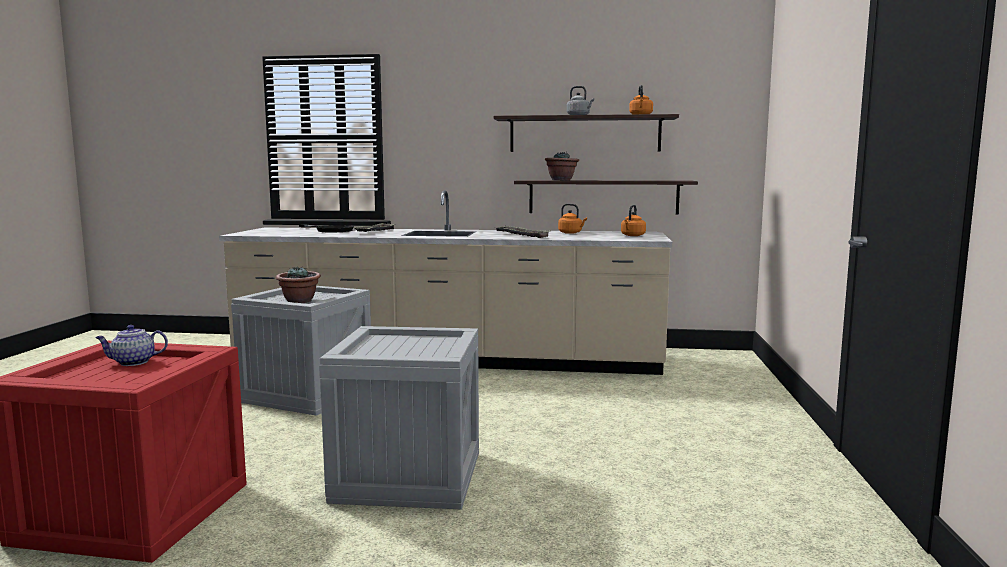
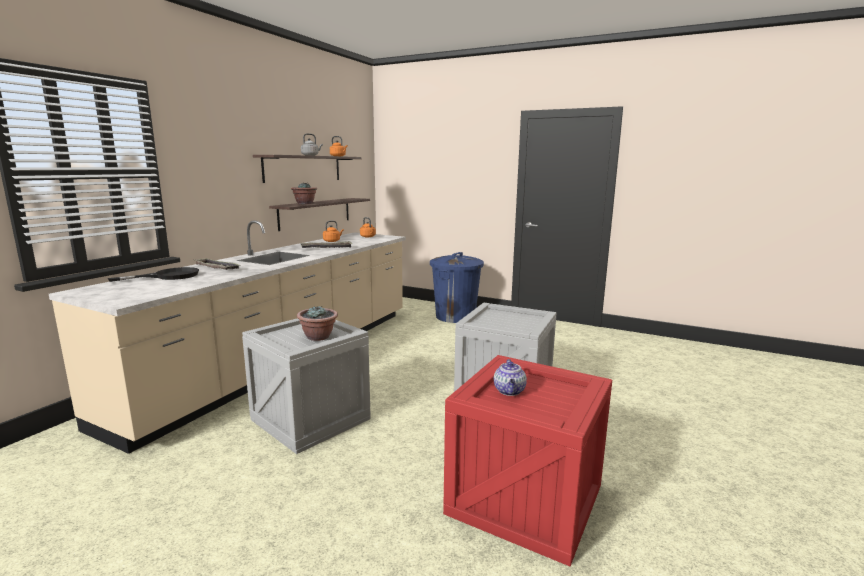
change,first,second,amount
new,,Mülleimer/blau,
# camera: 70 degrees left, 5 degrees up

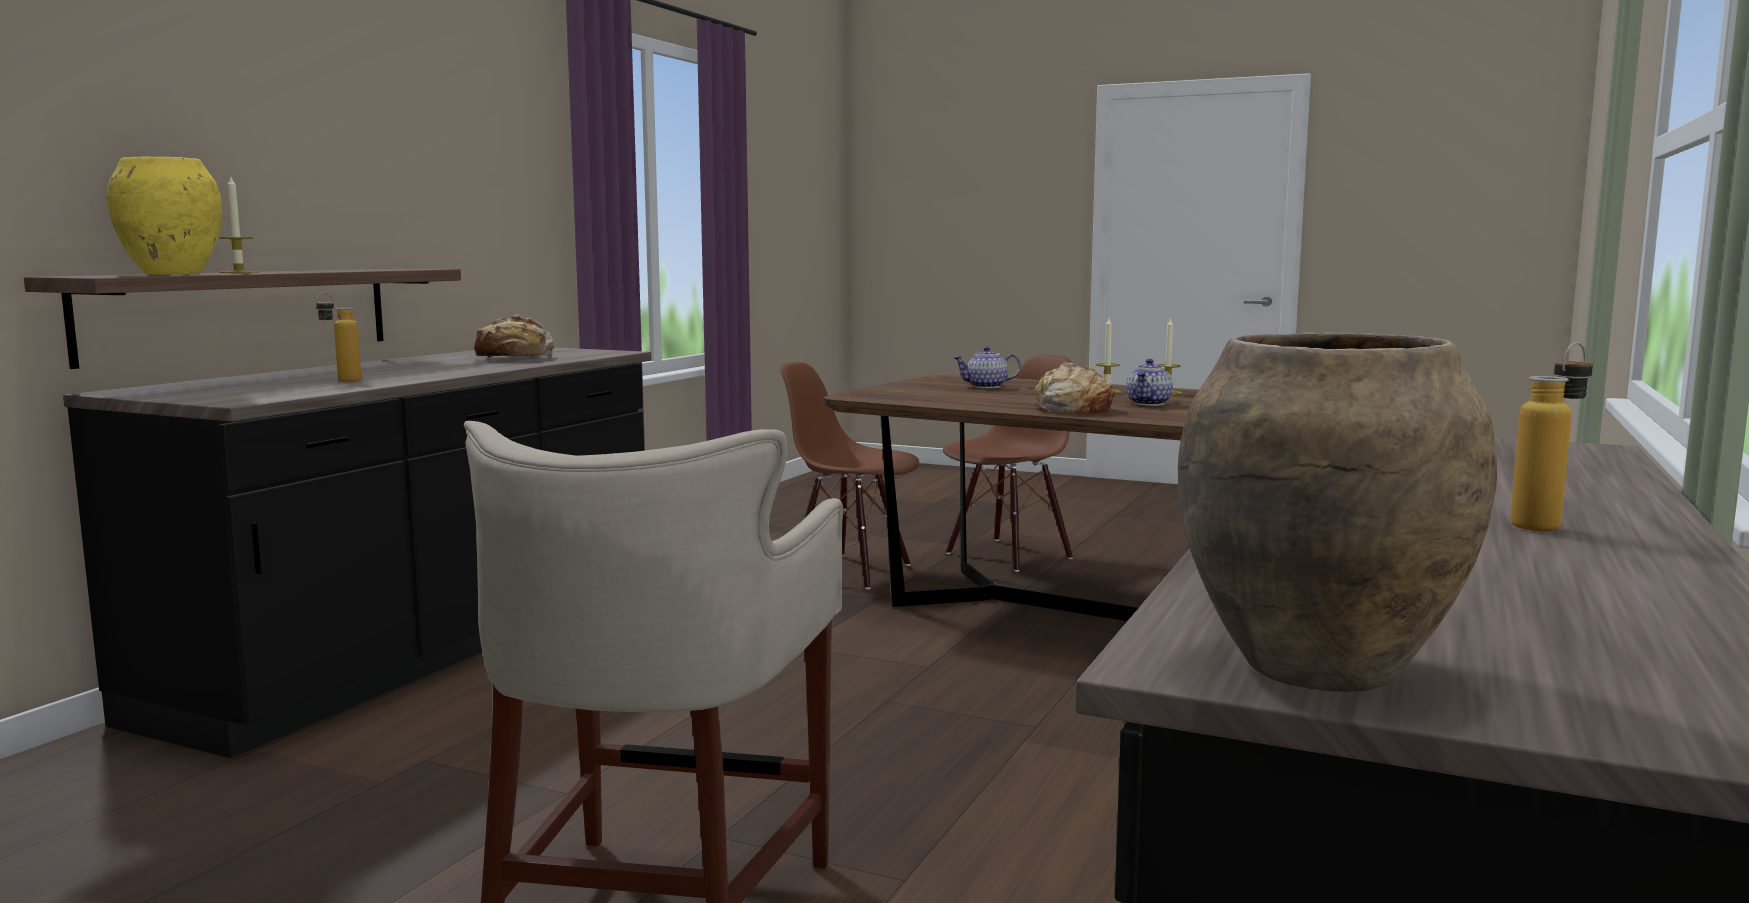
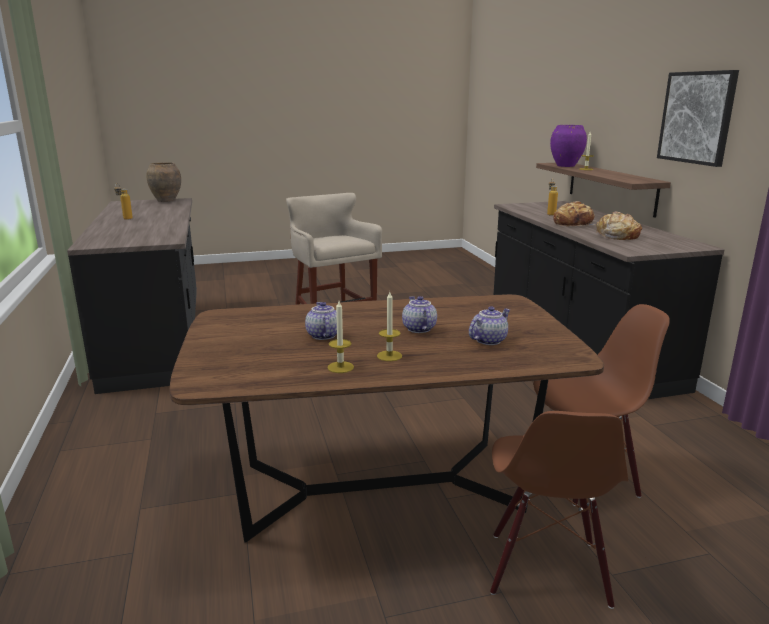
change,first,second,amount
new,,Teekanne (no. 2 from left),
new,,Bild,
shifted,Brot (no. 2 from left in the first image),Brot (no. 1 from left),
repainted,Vase/gelb,Vase/lila,
# camera: 140 degrees right, 10 degrees up

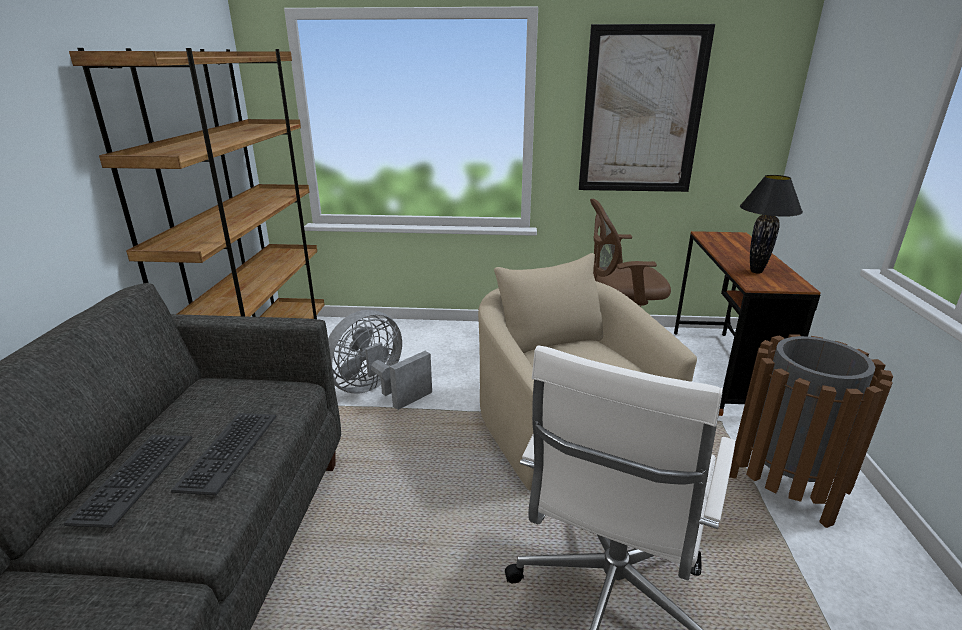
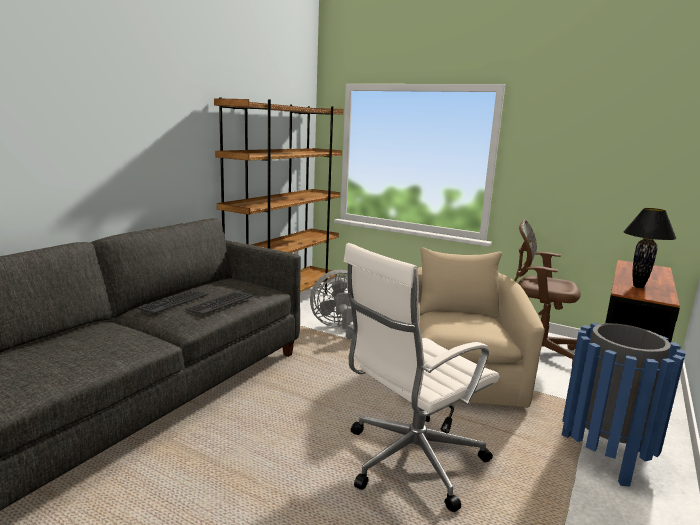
change,first,second,amount
gone,Bild,,
repainted,Mülleimer/braun,Mülleimer/blau,
# camera: 25 degrees right, 10 degrees down

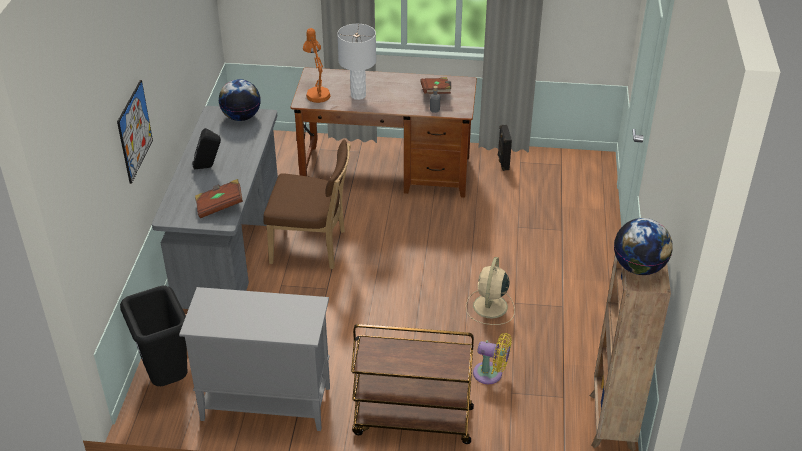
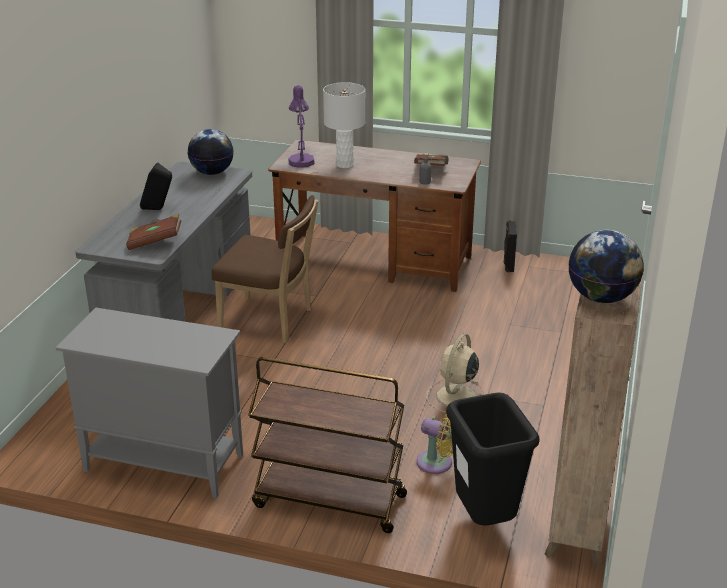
change,first,second,amount
gone,Bild,,
shifted,Mülleimer/schwarz,,
repainted,Tischlampe/orange,Tischlampe/lila,
# camera: 10 degrees right, 10 degrees down

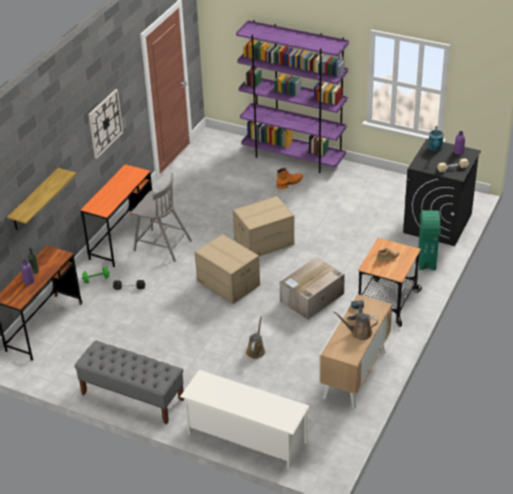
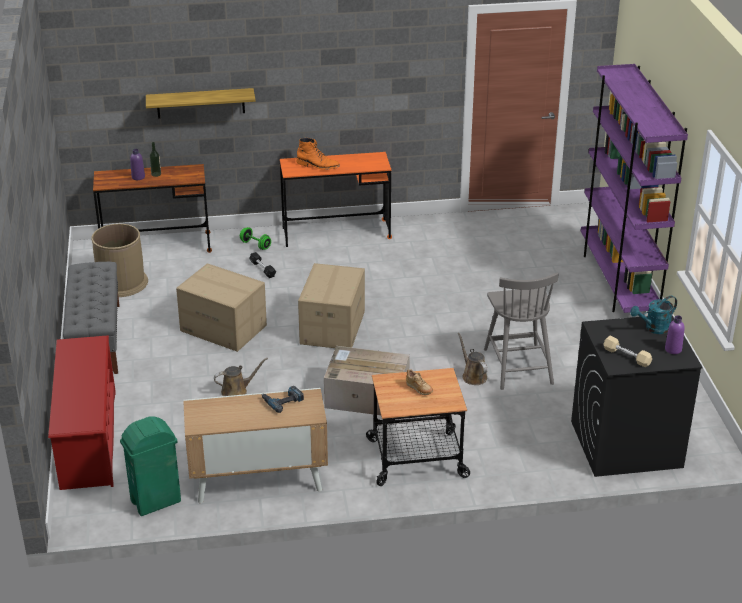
change,first,second,amount
gone,Wanduhr,,
new,,Mülleimer/braun,
shifted,Stuhl/grau,,
shifted,Karton (no. 2 from left in the first image),Karton (no. 1 from left),
shifted,Stiefel/orange,,
shifted,Gießkanne/braun (no. 2 from left),,
shifted,Mülleimer/grün,,
repainted,Schuhregal/weiß,Schuhregal/rot,
# camera: 55 degrees right, 5 degrees down

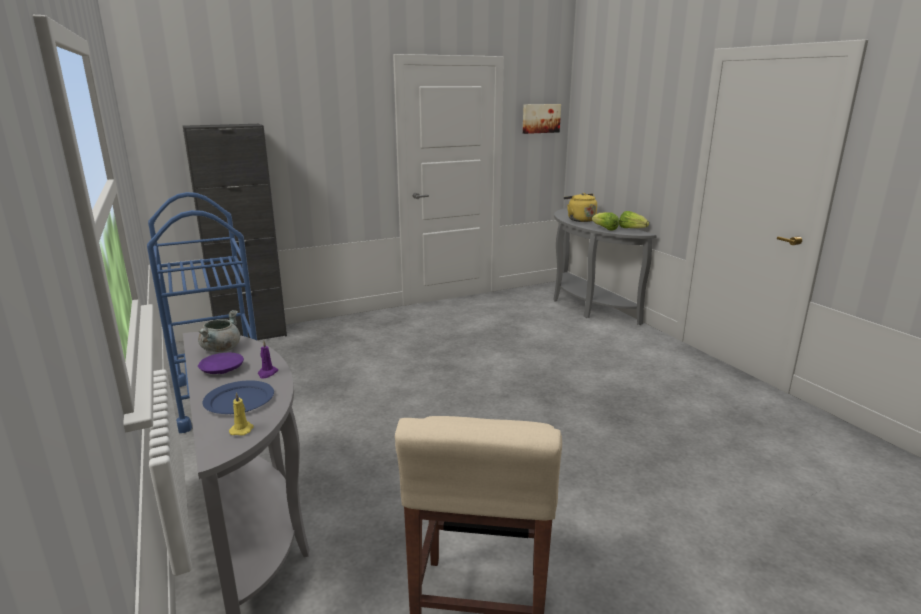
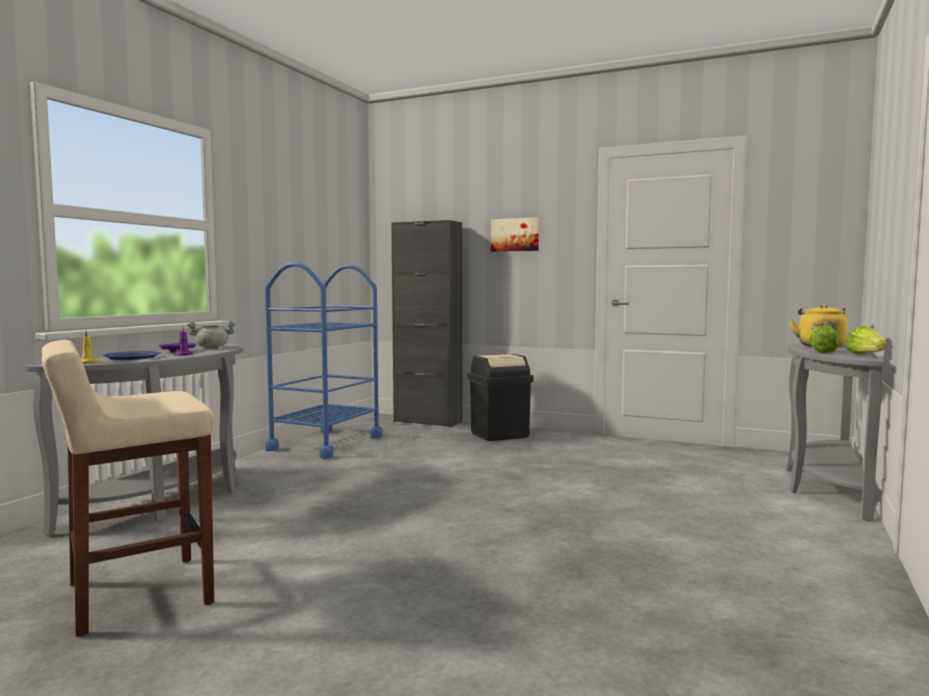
change,first,second,amount
new,,Mülleimer/schwarz,
shifted,Bild,,
# camera: 50 degrees right, 15 degrees down

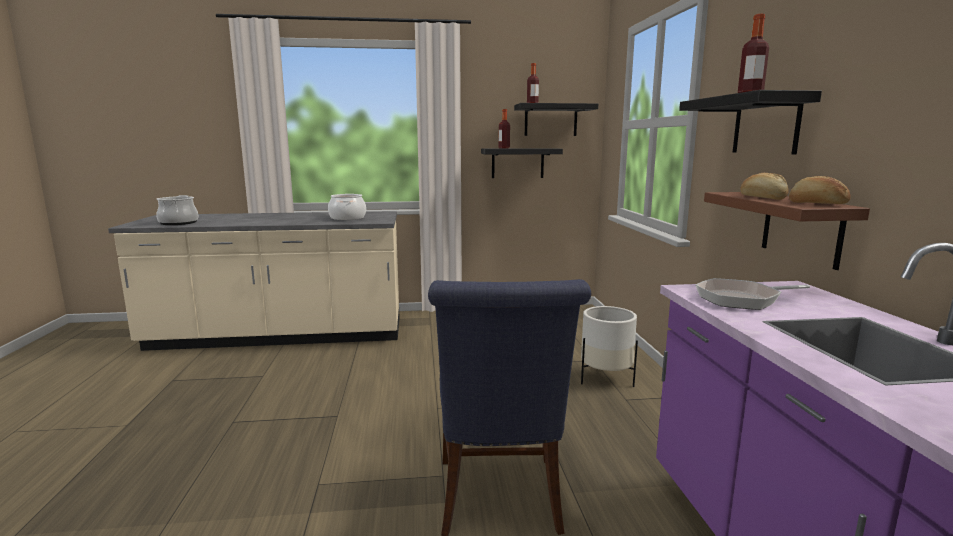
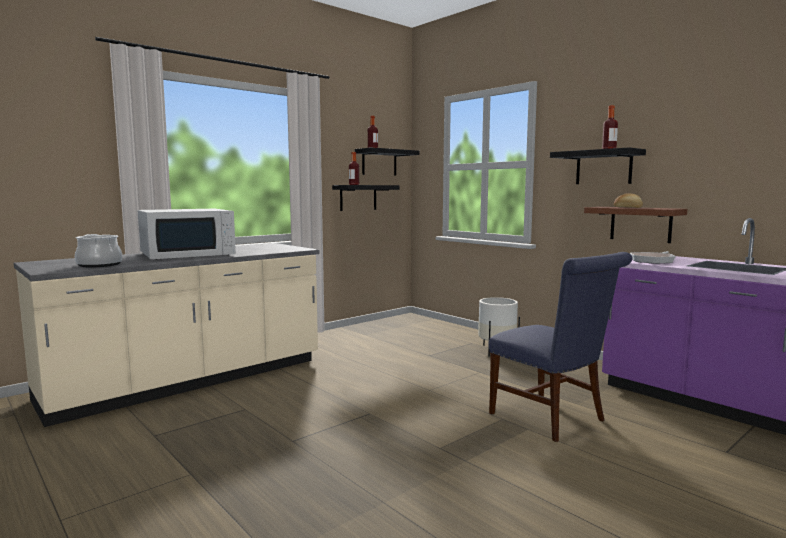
change,first,second,amount
gone,Kochtopf (no. 2 from left),,
gone,Brot (no. 2 from left),,
new,,Mikrowelle/weiß,
# camera: 35 degrees left, 5 degrees down

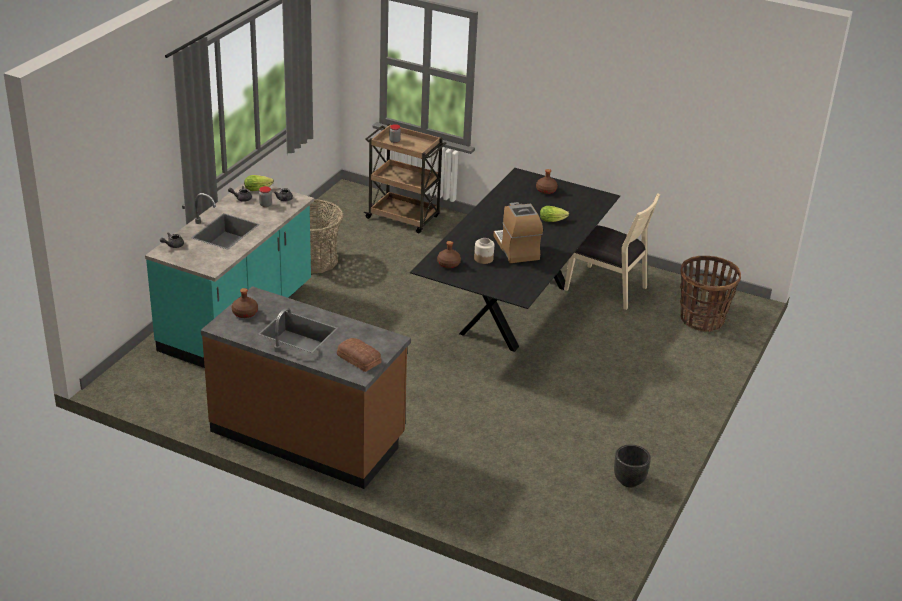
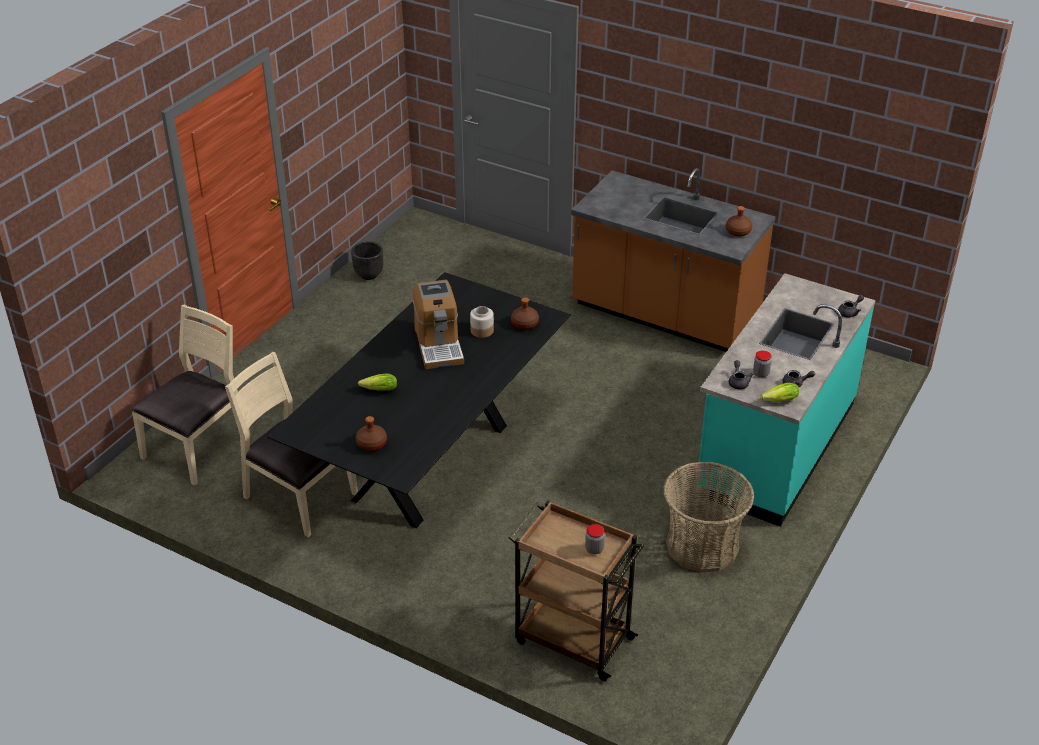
change,first,second,amount
gone,Brot,,
swapped,Korb (no. 2 from left),Stuhl/beige (no. 1 from left),
# camera: 175 degrees left, 5 degrees up

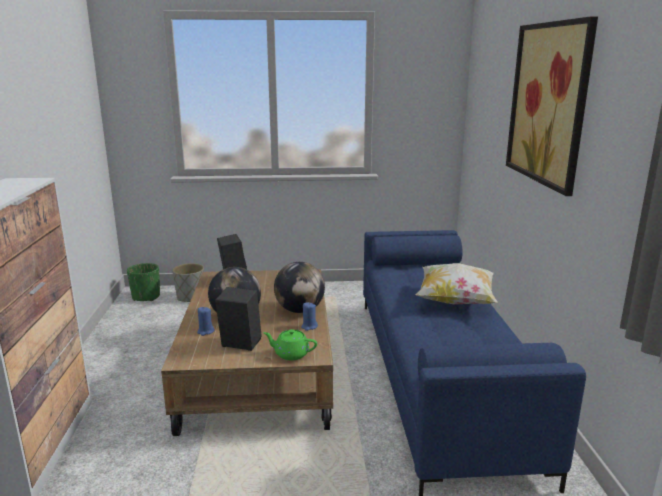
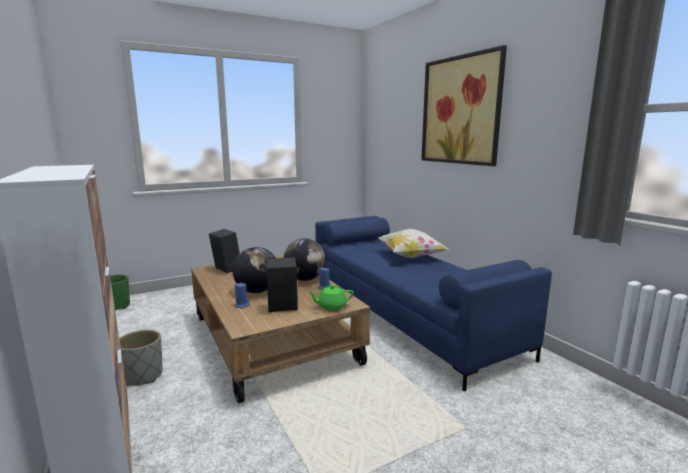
change,first,second,amount
shifted,Pflanzkübel/grau,,
# camera: 25 degrees left, 5 degrees down

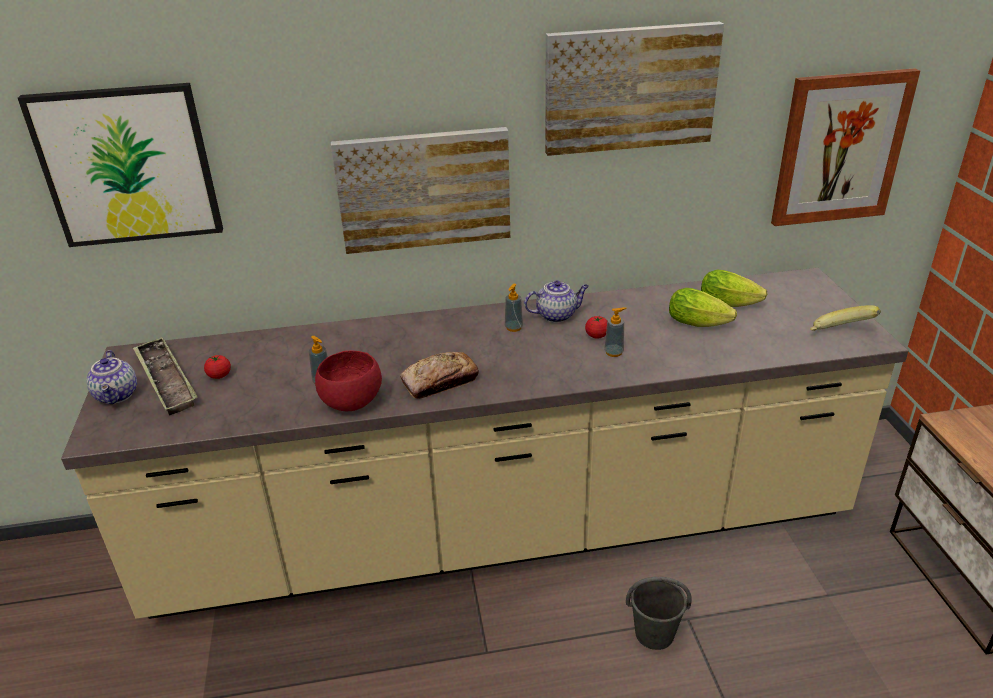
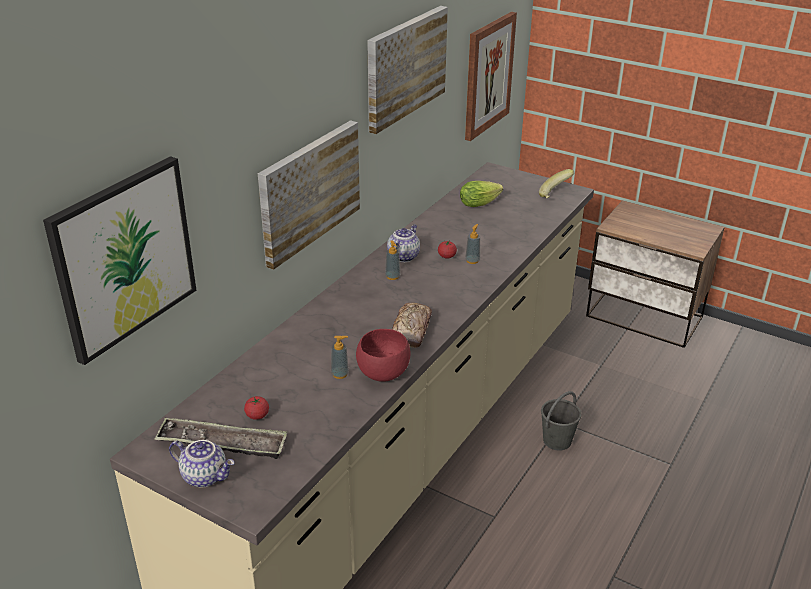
change,first,second,amount
gone,Salatkopf (no. 1 from left),,
# camera: 50 degrees left, 0 degrees up

